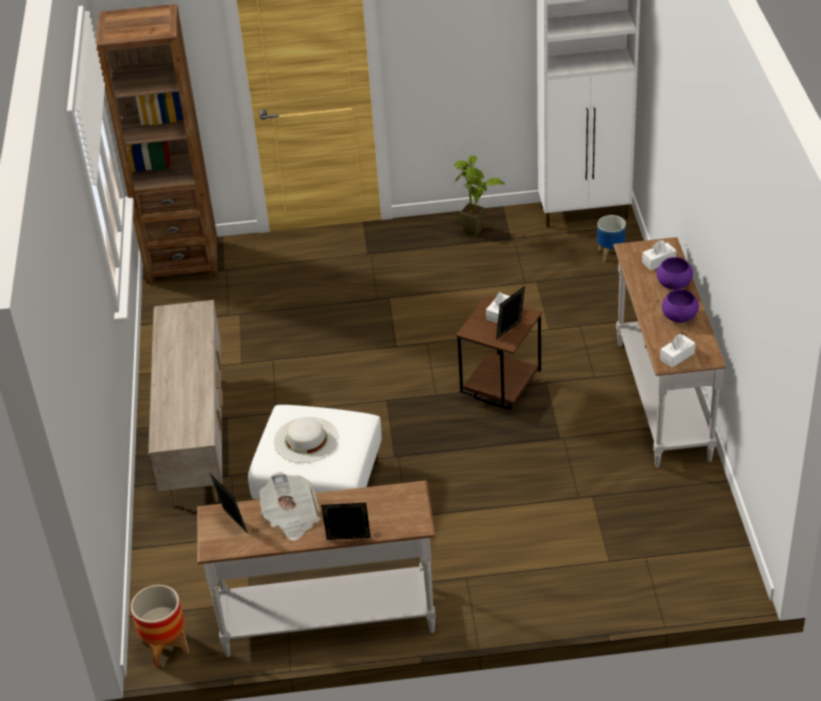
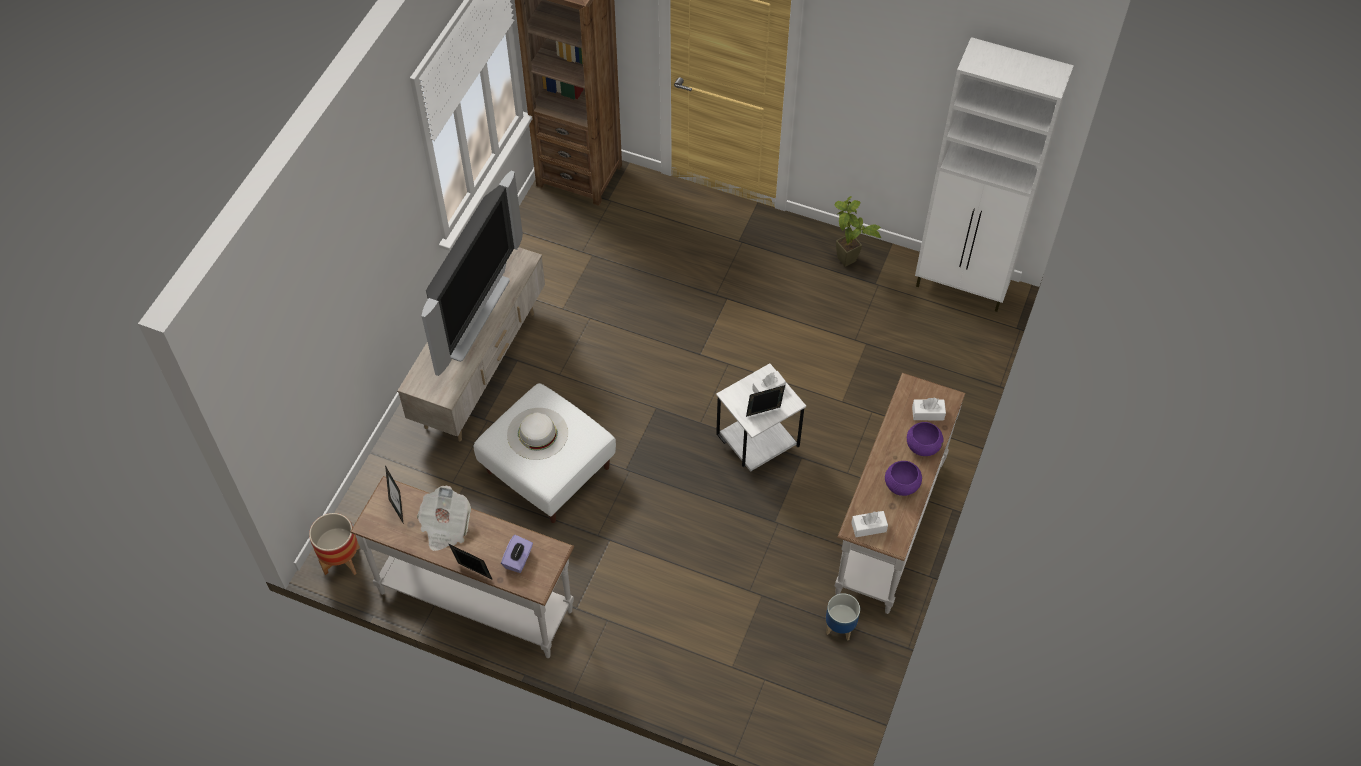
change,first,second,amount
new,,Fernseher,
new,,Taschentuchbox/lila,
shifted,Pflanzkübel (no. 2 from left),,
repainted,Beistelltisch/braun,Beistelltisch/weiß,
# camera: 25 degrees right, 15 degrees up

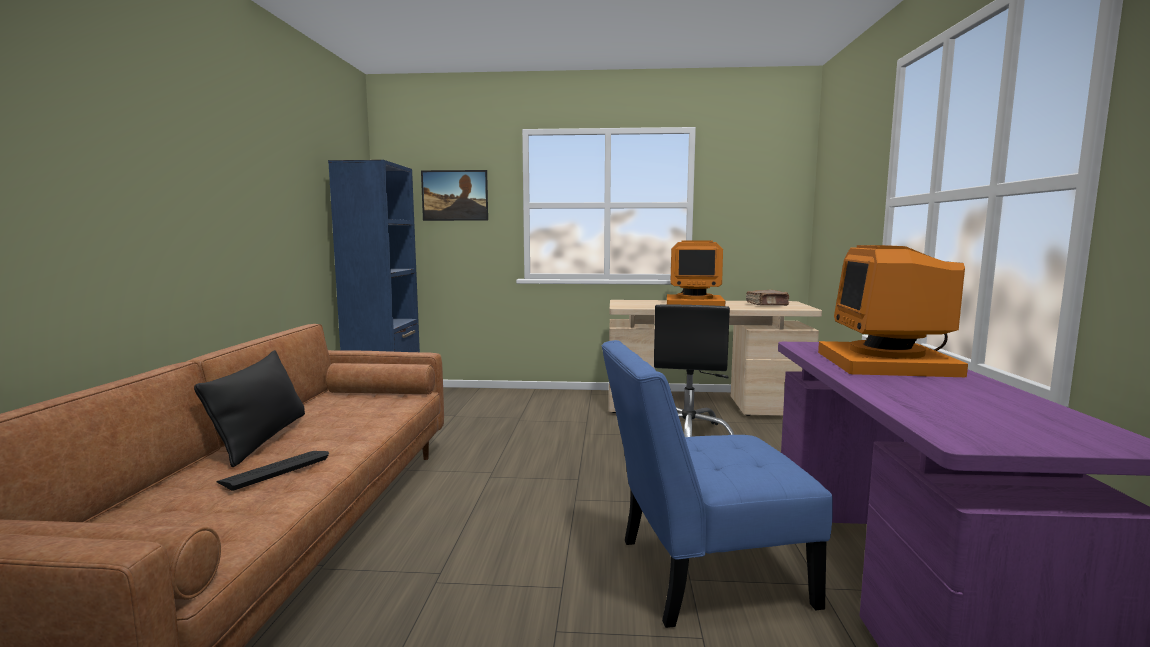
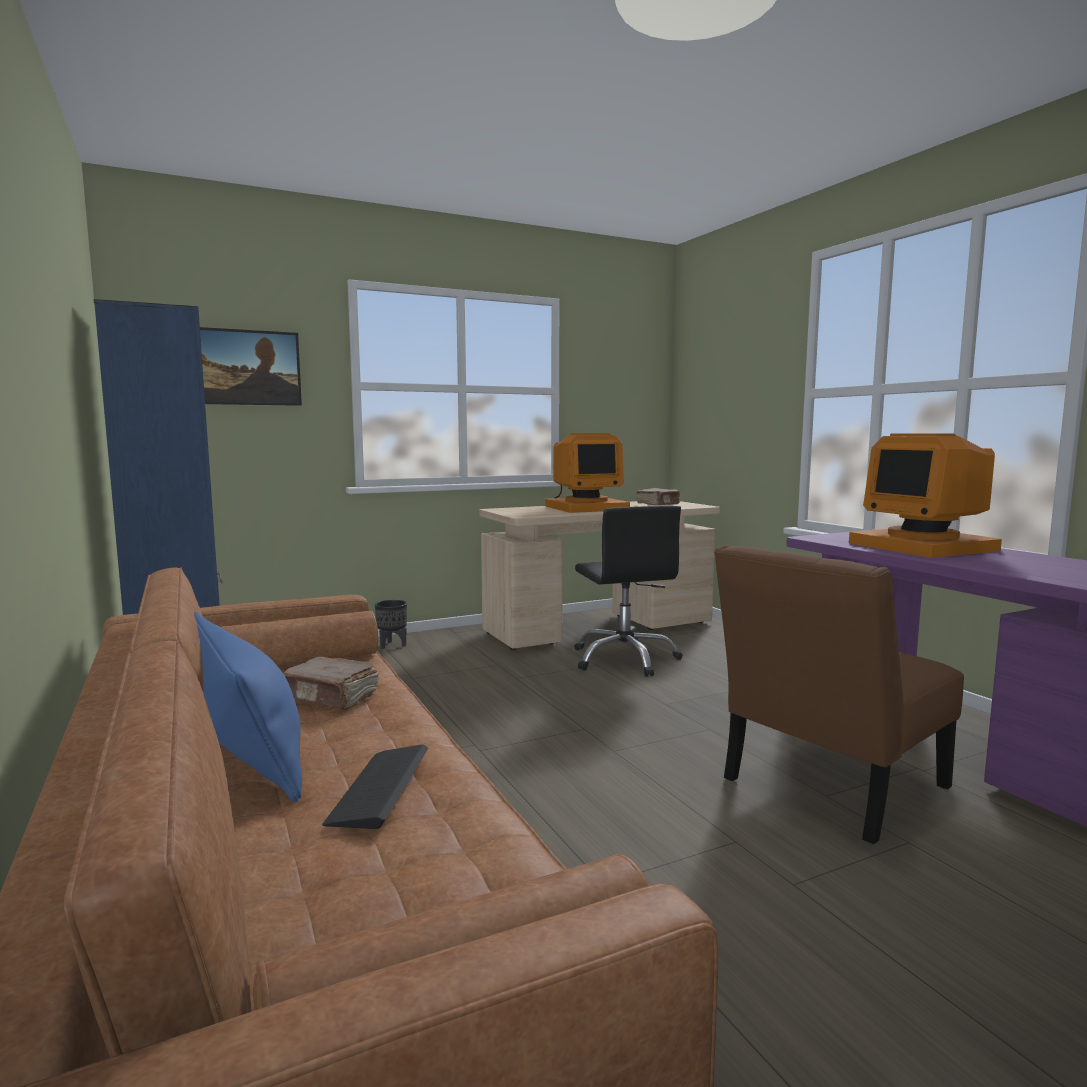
change,first,second,amount
new,,Buch/braun (no. 1 from left),
new,,Pflanzkübel/schwarz,
repainted,Kissen/schwarz,Kissen/blau,
repainted,Stuhl/blau,Stuhl/braun,
# camera: 30 degrees left, 0 degrees up

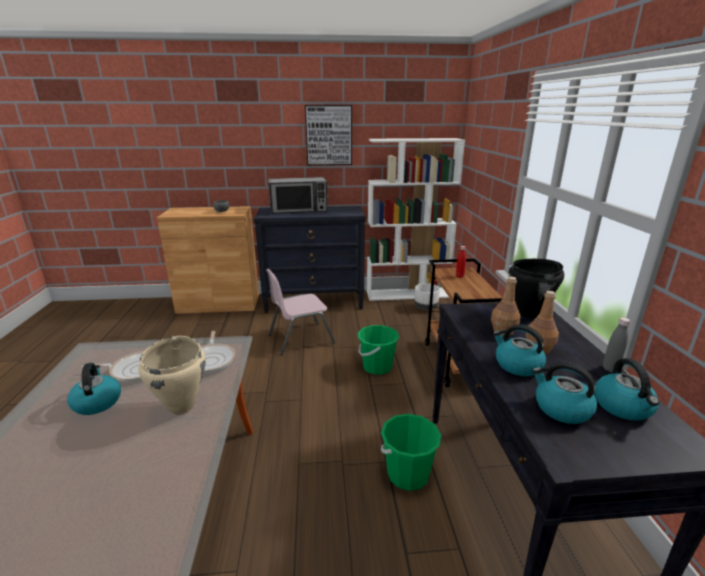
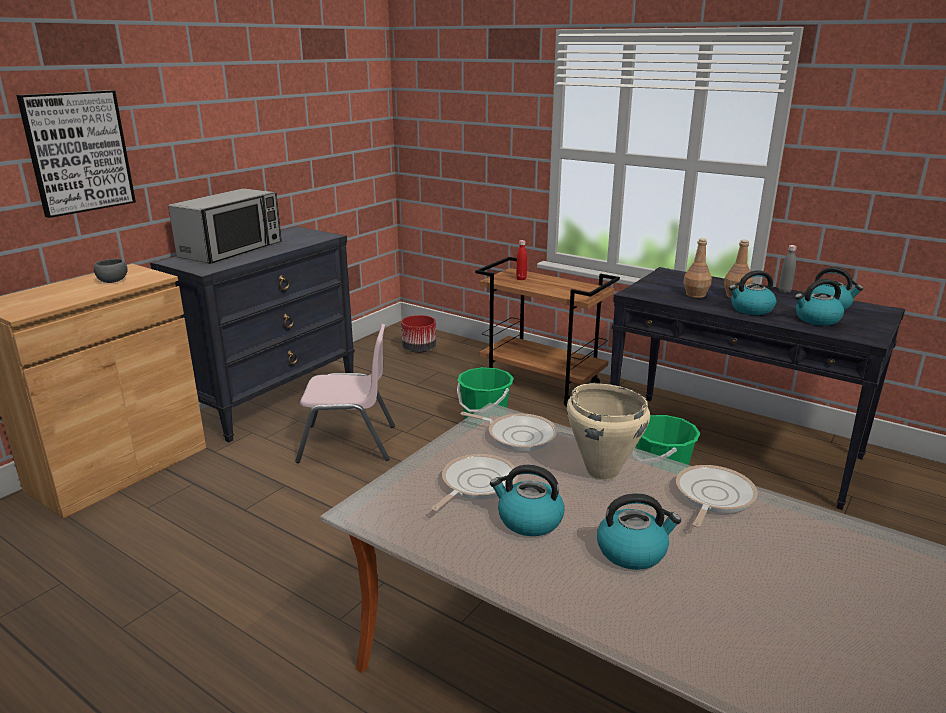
change,first,second,amount
gone,Bücherregal/weiß,,
gone,Kochtopf/schwarz,,
new,,Wasserkessel (no. 2 from left),
new,,Pfanne (no. 3 from left),
shifted,Bild,,
repainted,Pflanzkübel/weiß,Pflanzkübel/rot,
rotated,Stuhl/rosa,,105 degrees counterclockwise
# camera: 50 degrees left, 0 degrees up

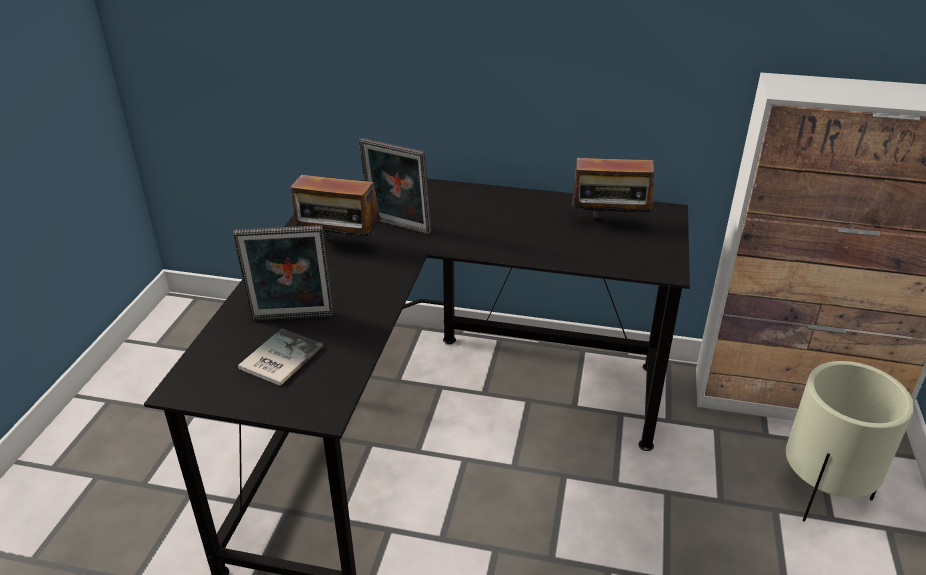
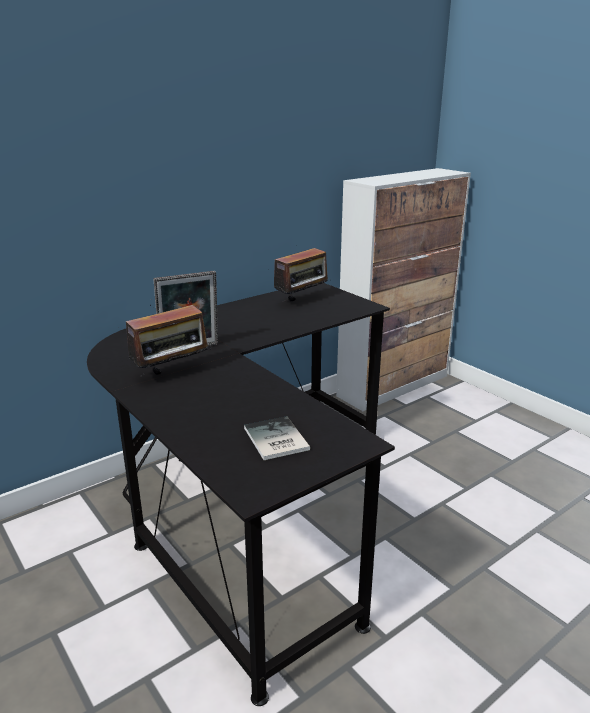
change,first,second,amount
gone,Bilderrahmen (no. 1 from left),,
gone,Pflanzkübel/beige,,
# camera: 50 degrees left, 10 degrees down

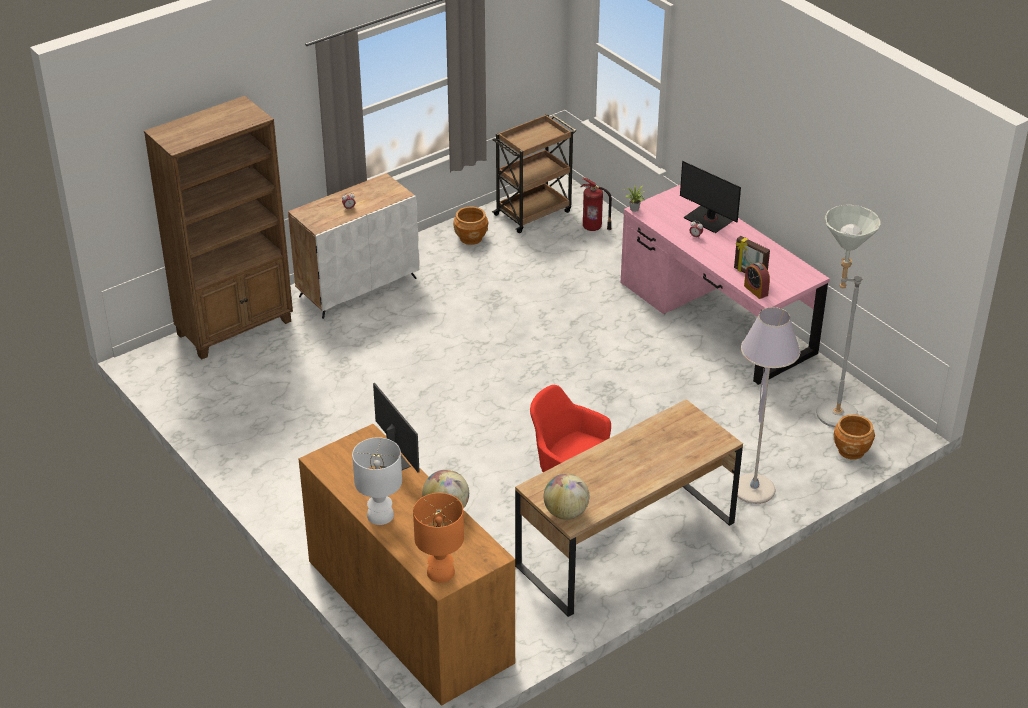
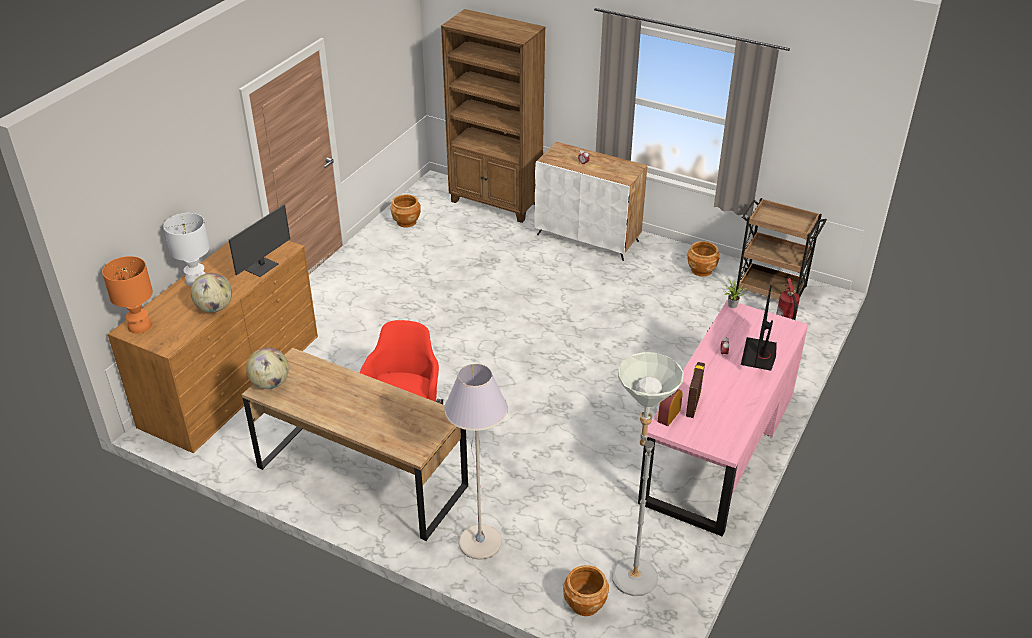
change,first,second,amount
new,,Pflanzkübel/braun (no. 1 from left),
# camera: 65 degrees right, 0 degrees up

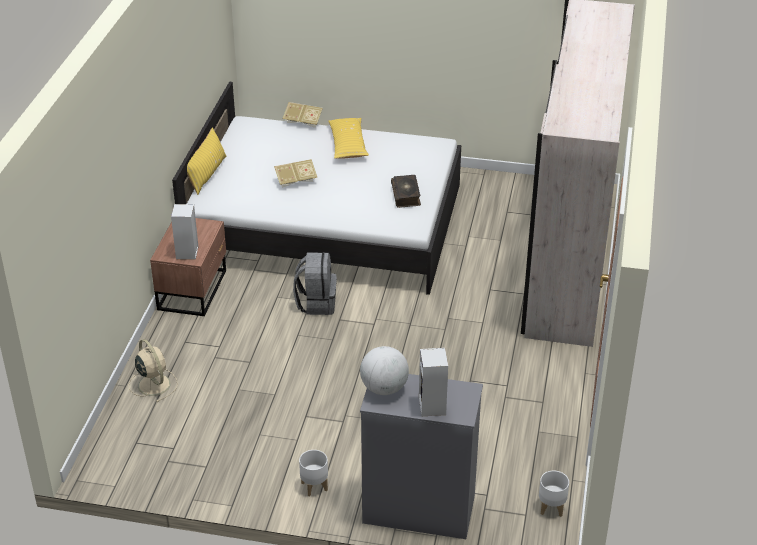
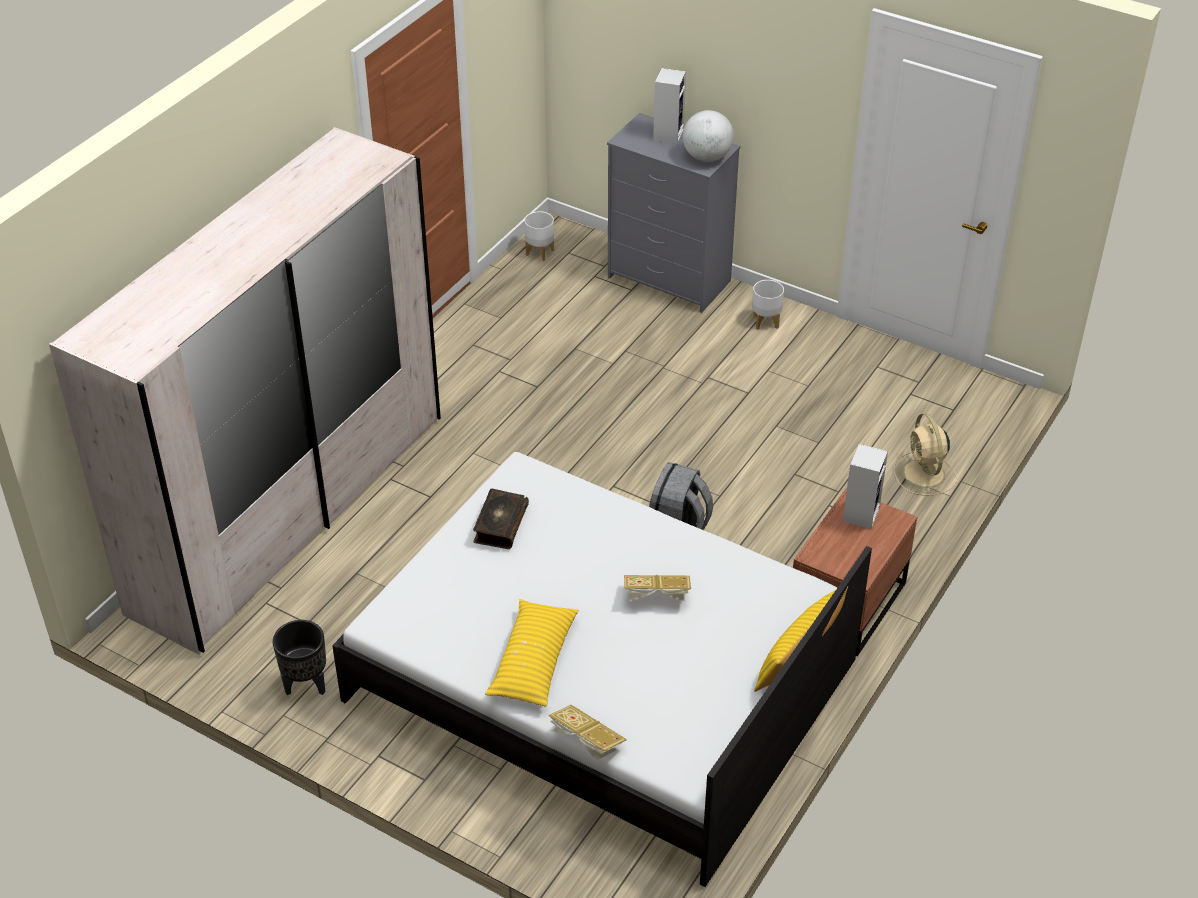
change,first,second,amount
new,,Pflanzkübel/schwarz,
# camera: 160 degrees left, 5 degrees up

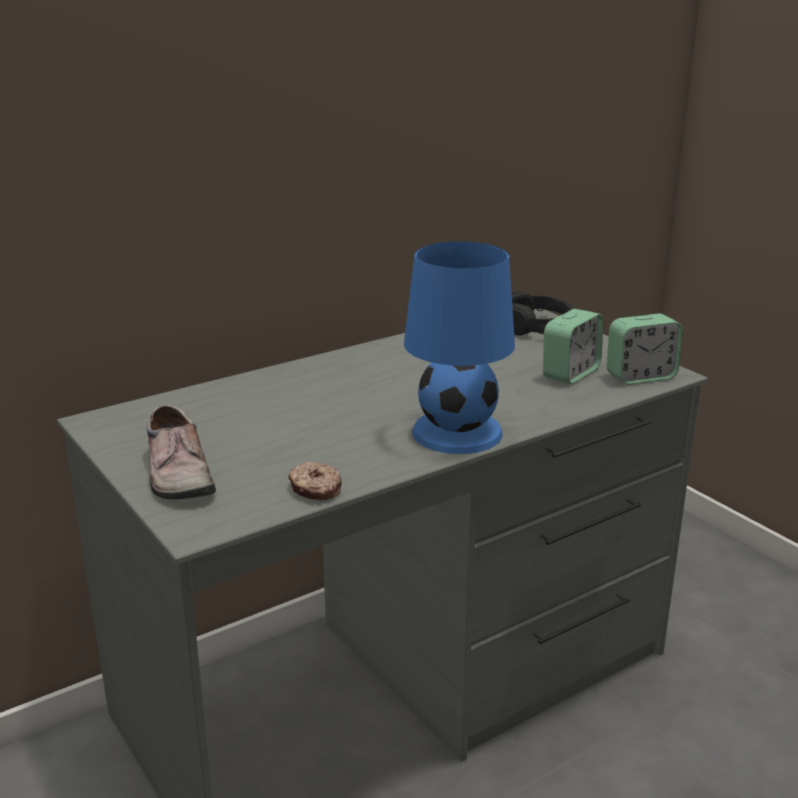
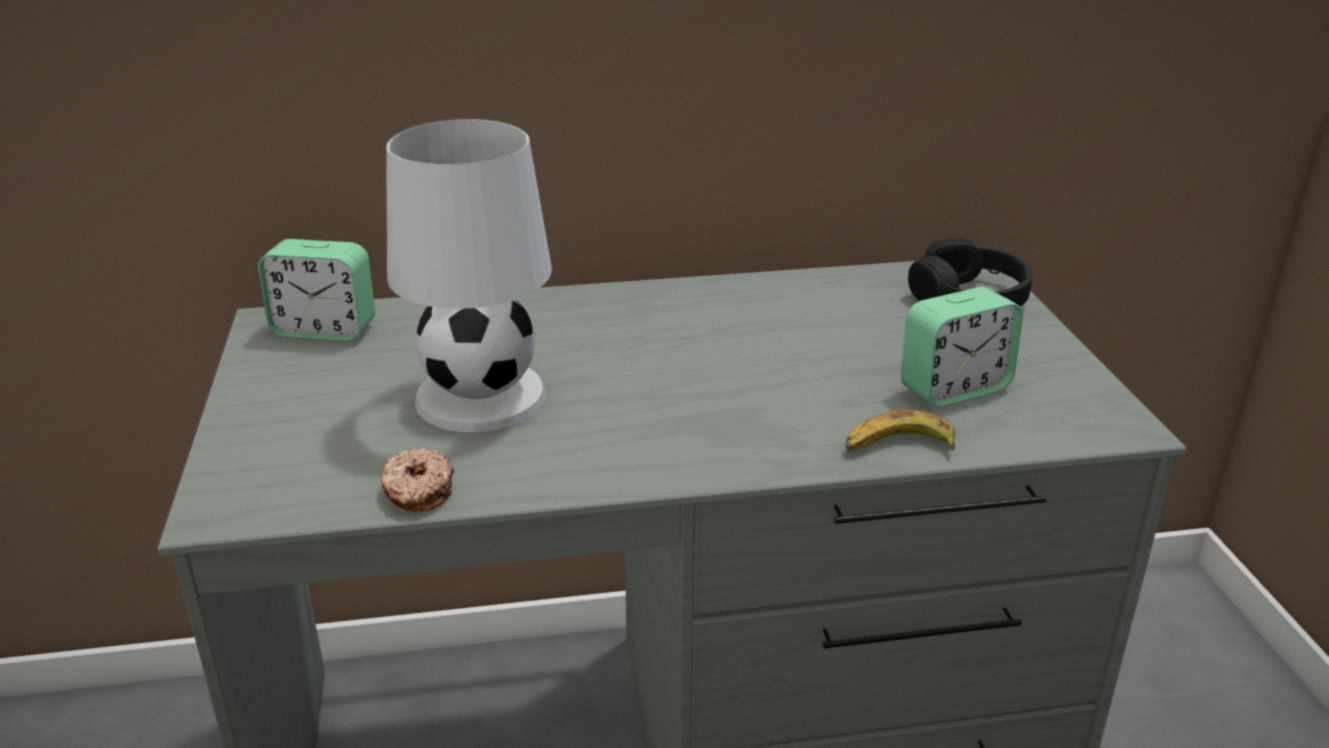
change,first,second,amount
gone,Schuh,,
gone,Tischlampe/blau,,
new,,Tischlampe/weiß,
new,,Banane,
shifted,Wecker (no. 2 from left in the first image),Wecker (no. 1 from left),
# camera: 25 degrees right, 5 degrees up

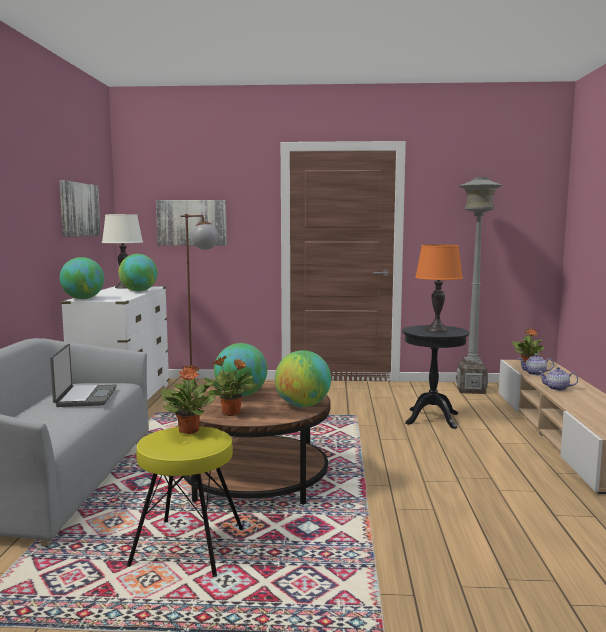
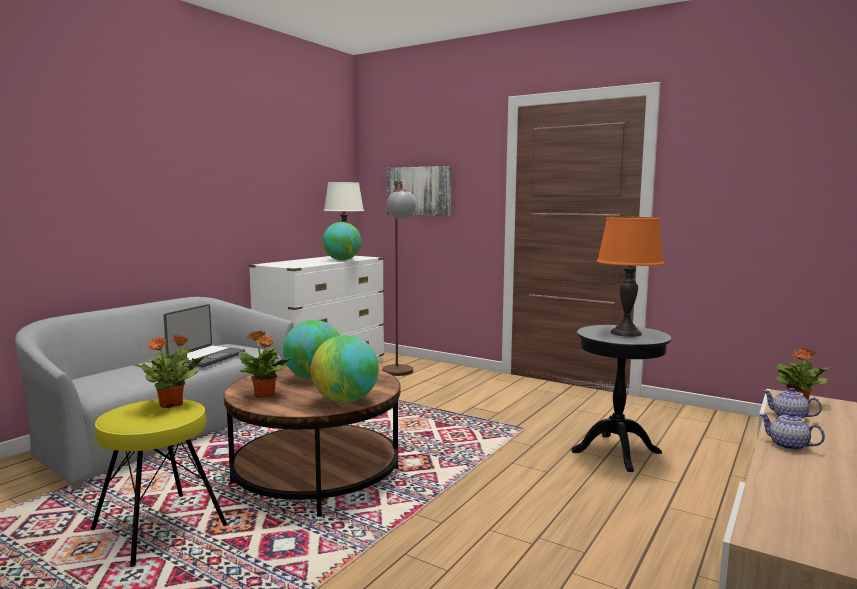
change,first,second,amount
gone,Bild (no. 1 from left),,
gone,Globus (no. 1 from left),,
gone,Stehlampe/grau,,
# camera: 30 degrees right, 0 degrees up

